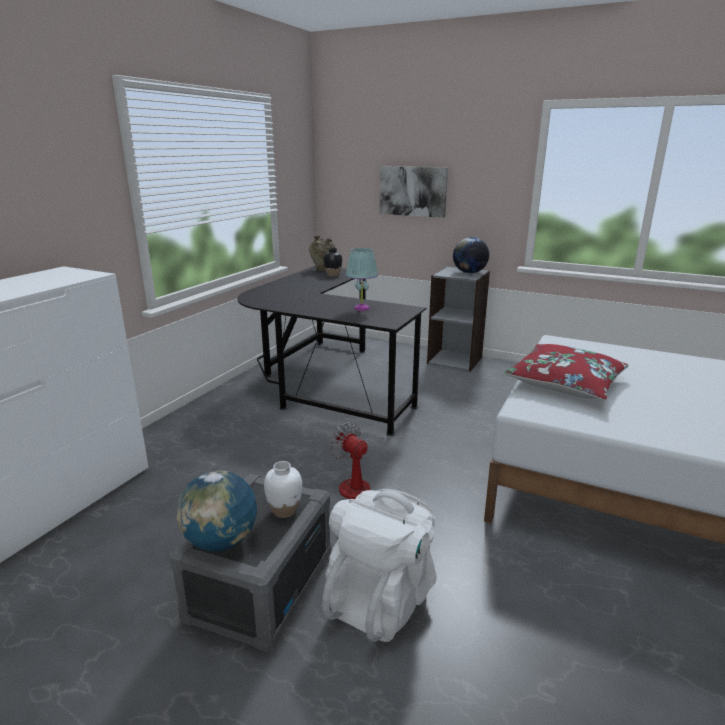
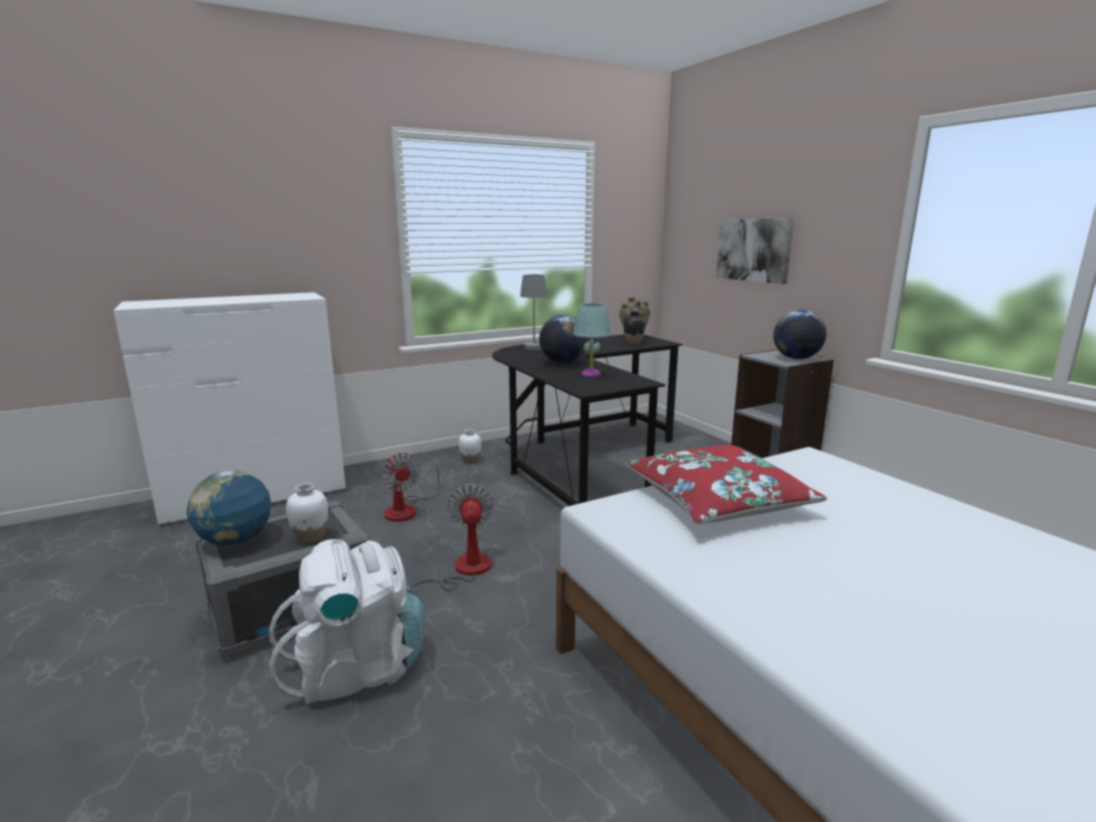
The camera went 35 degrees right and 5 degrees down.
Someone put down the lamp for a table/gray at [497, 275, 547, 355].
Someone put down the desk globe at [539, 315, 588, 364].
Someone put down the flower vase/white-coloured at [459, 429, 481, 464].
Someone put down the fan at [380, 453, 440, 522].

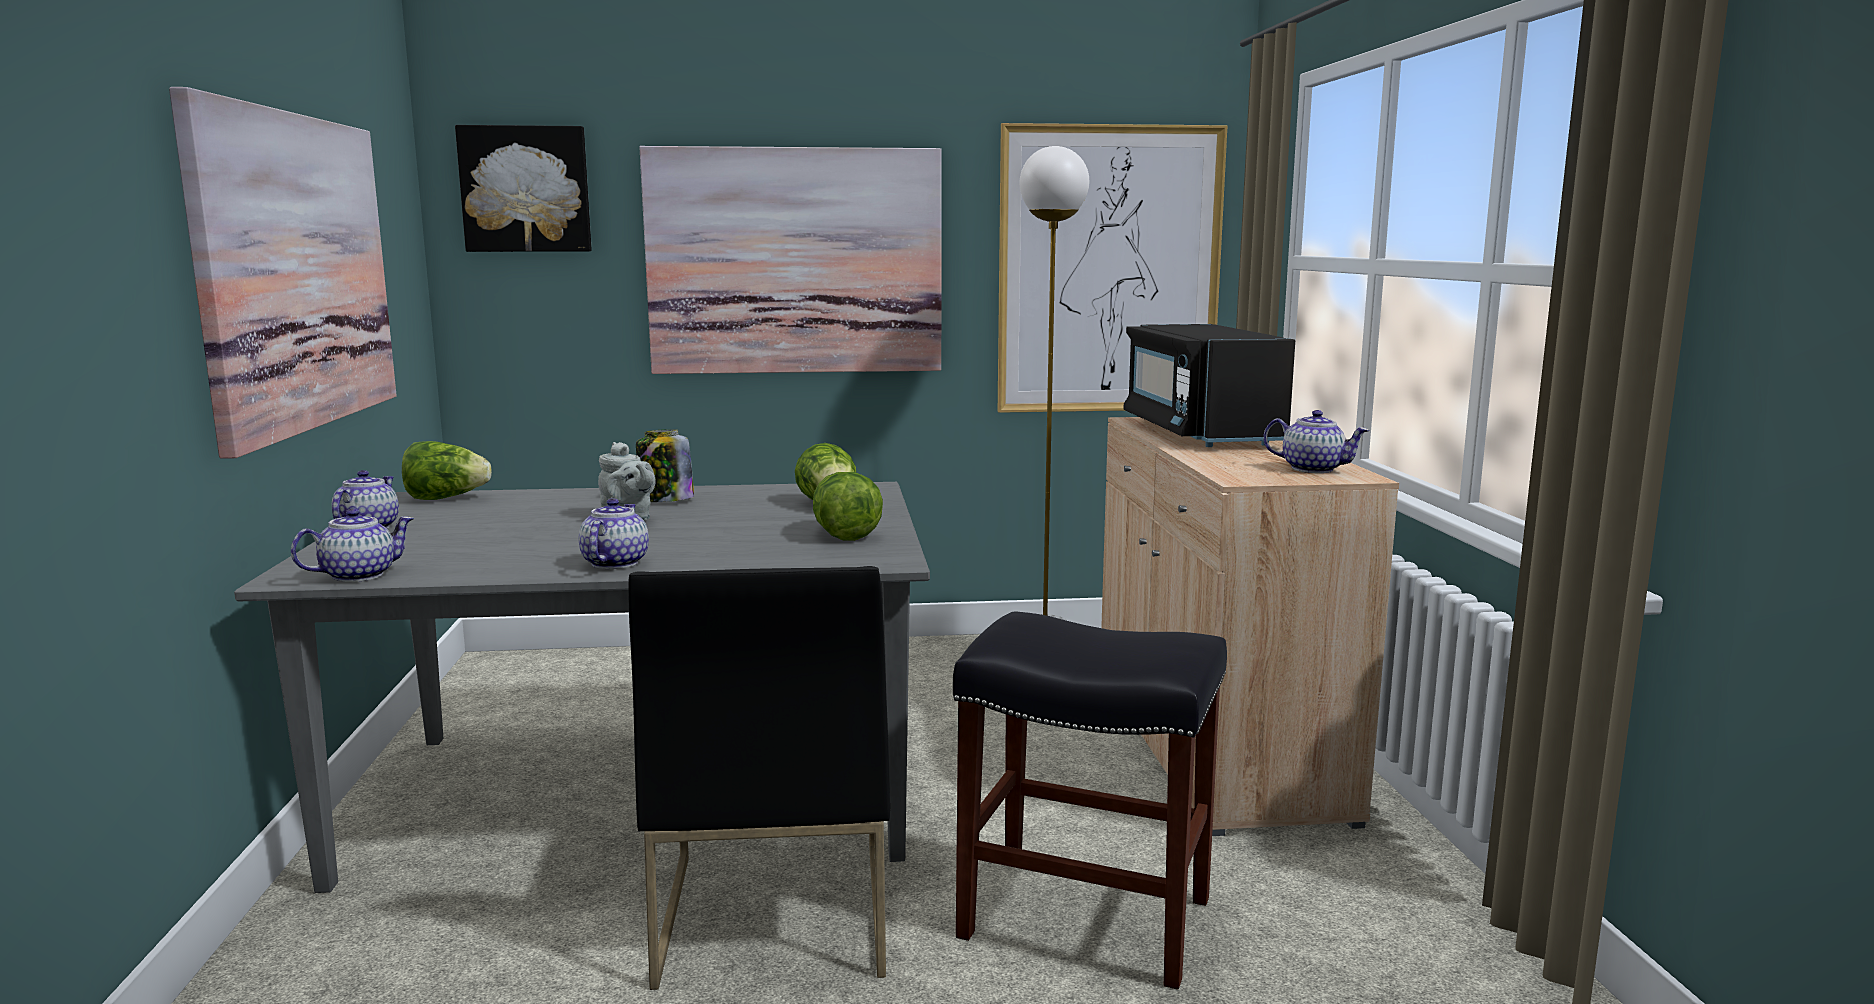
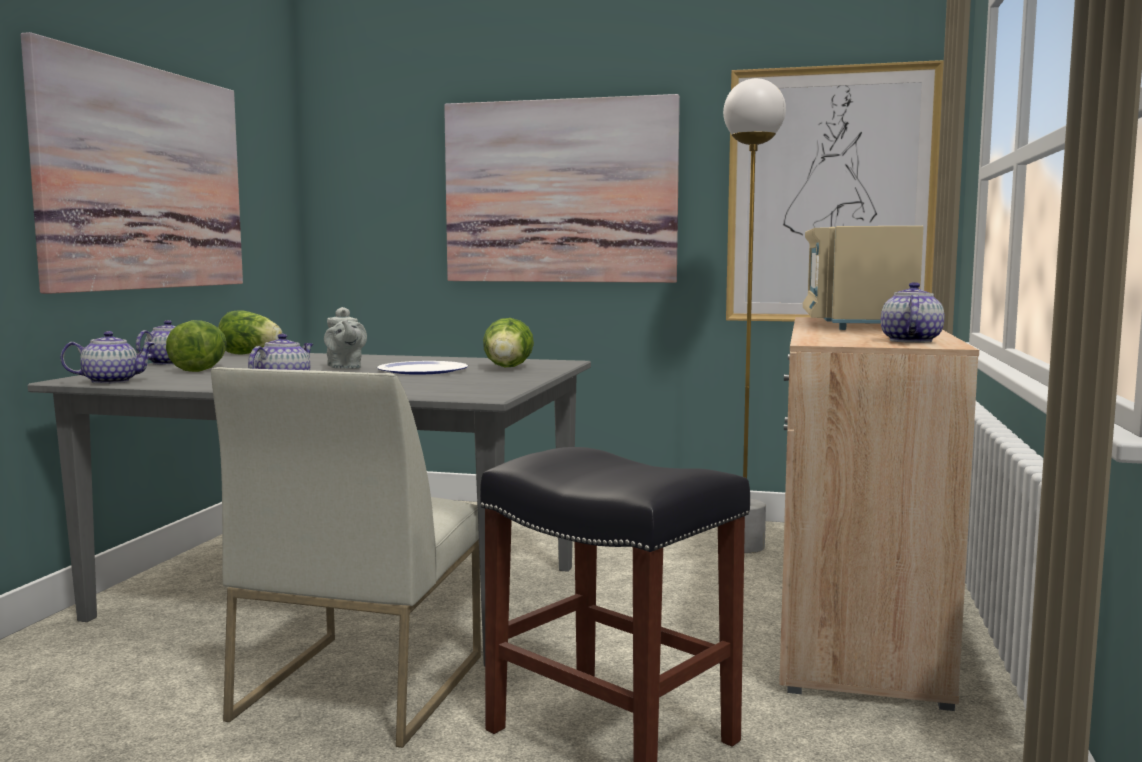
The camera went 20 degrees right and 5 degrees down.
Someone took away the wall picture at [455, 125, 592, 252].
Someone repainted the microwave/blackish at [1124, 324, 1295, 447], which became the microwave/beige at [803, 226, 923, 330].
Someone rotated the tea pot at [1263, 410, 1369, 473] by 120 degrees counterclockwise.
Someone took away the jar at [636, 429, 694, 502].
Someone carried the lettuce from [813, 472, 883, 541] to [166, 320, 227, 372].
Someone repainted the chair/blackish at [628, 566, 890, 990], which became the chair/white-coloured at [211, 367, 481, 748].
Someone put down the flat dish at [377, 361, 468, 375].

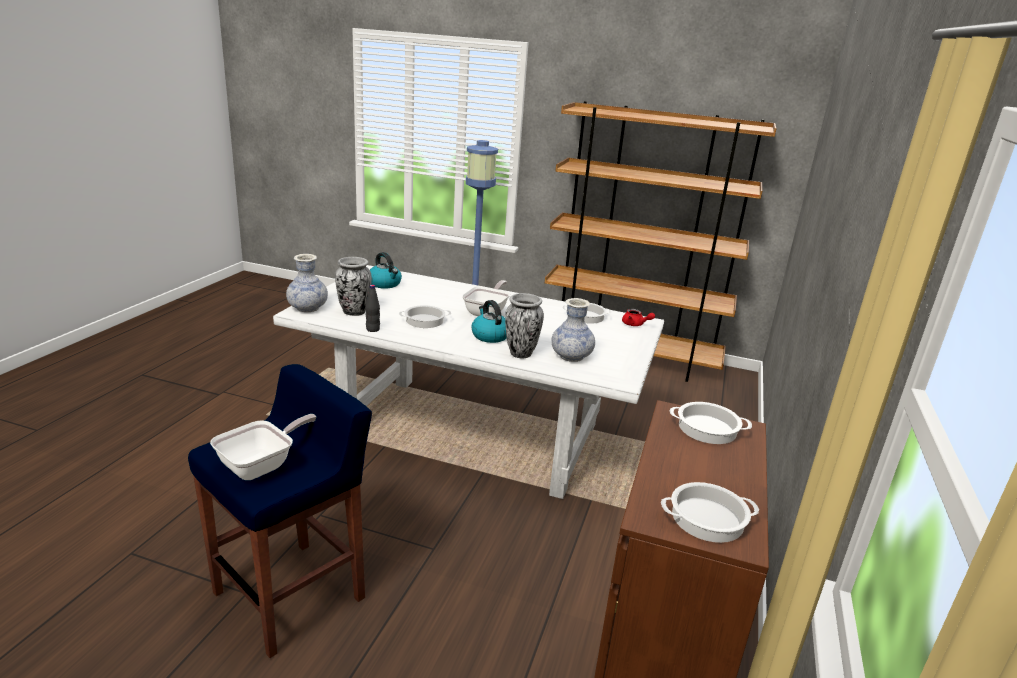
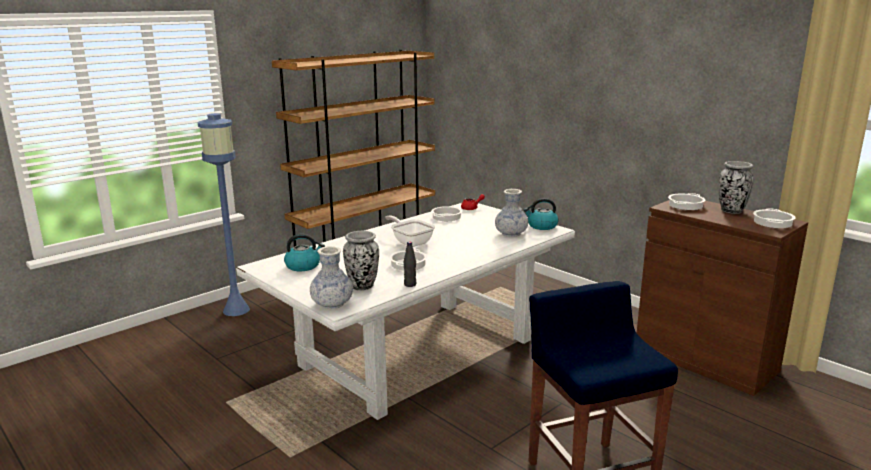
The camera went 60 degrees left and 5 degrees down.
Someone carried the flower vase from [505, 293, 544, 358] to [719, 161, 754, 214].
Someone carried the water kettle from [472, 300, 507, 343] to [524, 198, 559, 230].
Someone took away the pan at [210, 414, 316, 480].

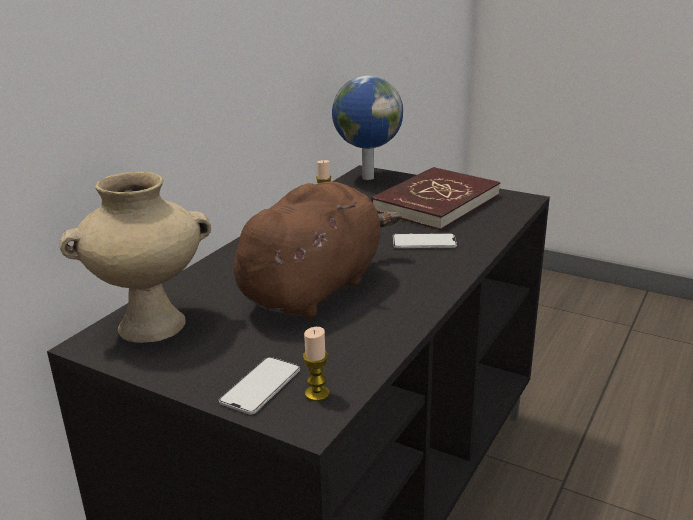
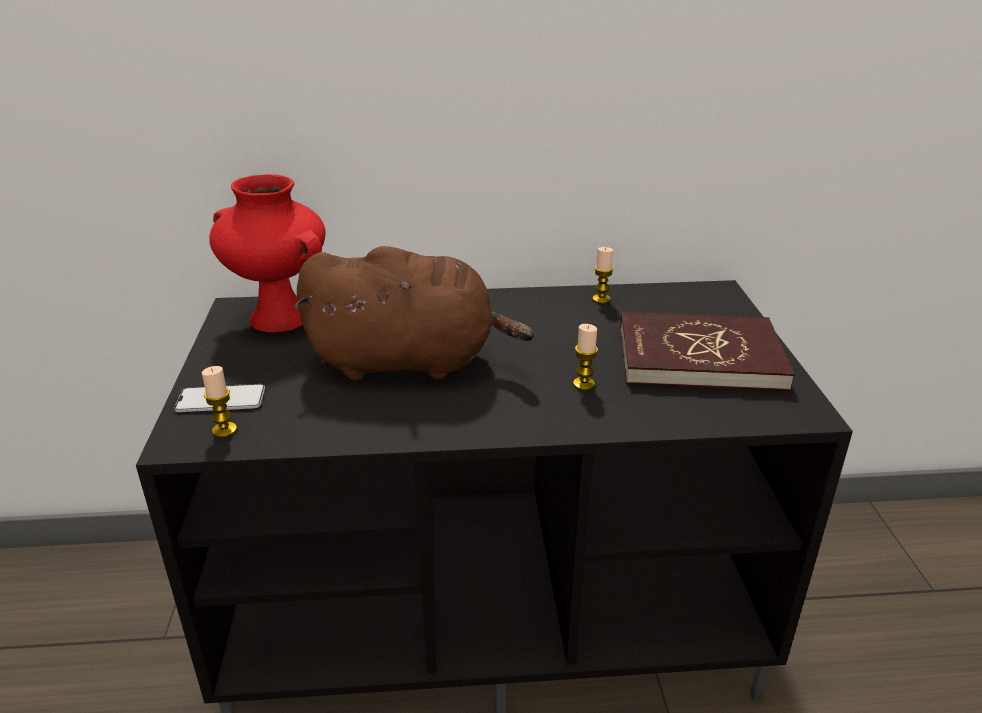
The camera went 55 degrees right and 5 degrees up.
Someone took away the desk globe at [332, 76, 403, 180].
Someone repainted the flower vase/beige at [59, 172, 211, 343], which became the flower vase/red at [209, 174, 325, 333].
Someone swapped the phone at [393, 233, 457, 248] for the wax candle at [573, 324, 598, 390].

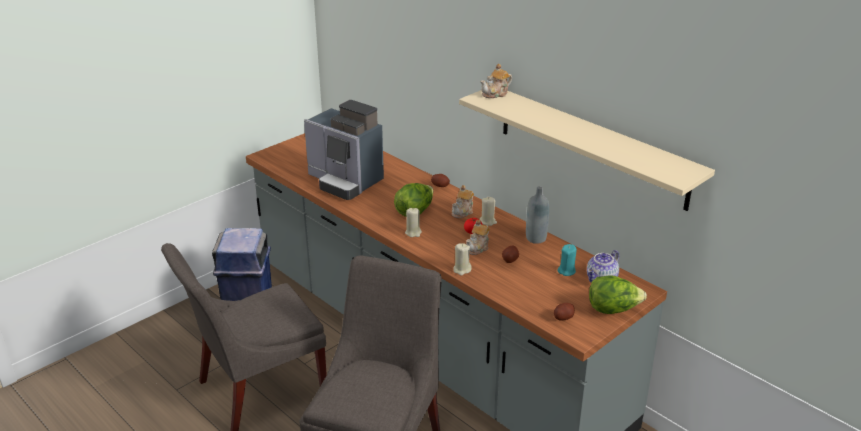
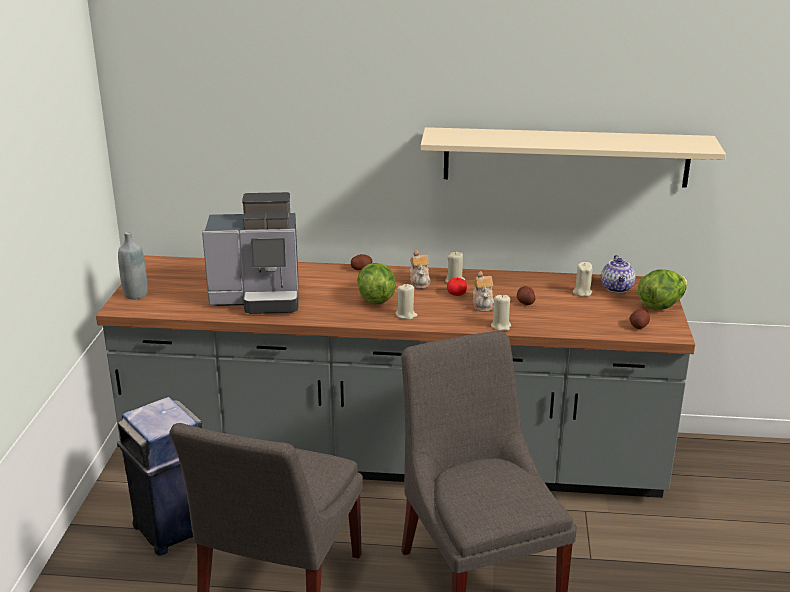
The camera went 40 degrees left and 5 degrees down.
Someone took away the tea pot at [480, 64, 512, 98].
Someone carried the beverage bottle/gray from [526, 186, 549, 244] to [118, 232, 148, 300].
Someone repainted the wax candle/turquoise at [557, 244, 577, 276], which became the wax candle/beige at [573, 262, 593, 297].

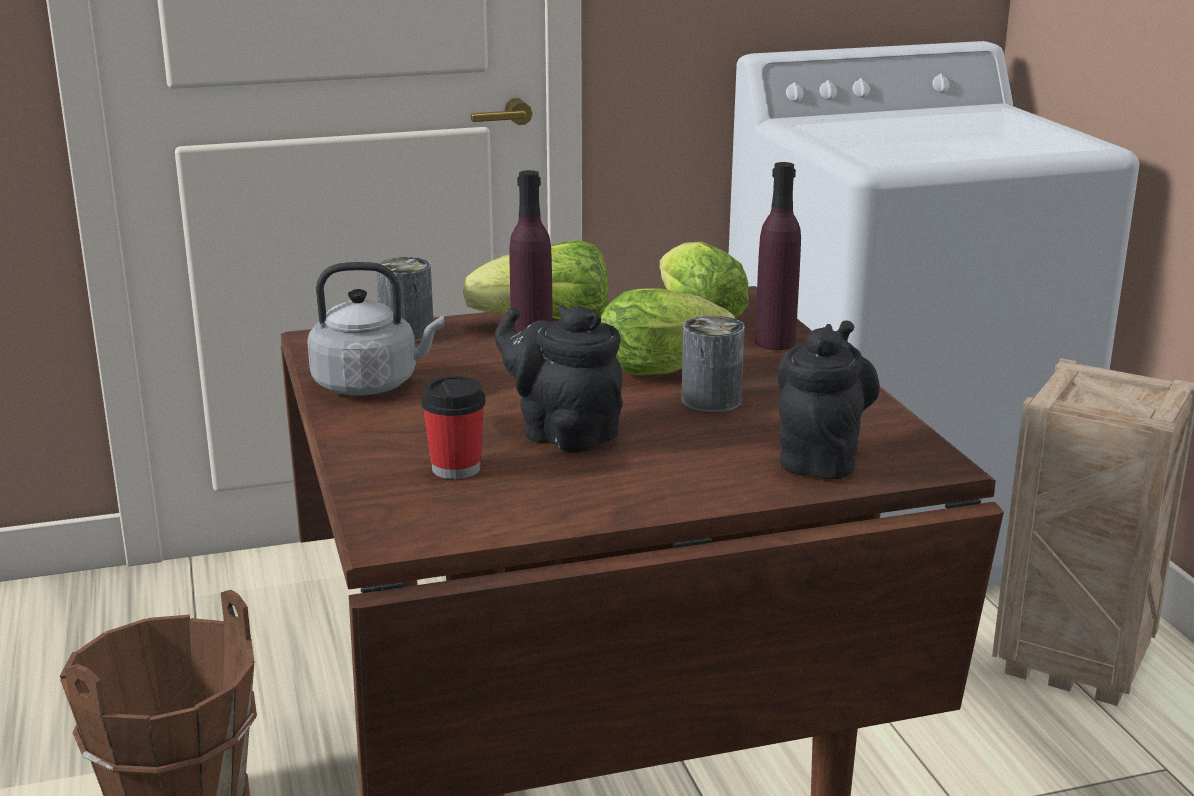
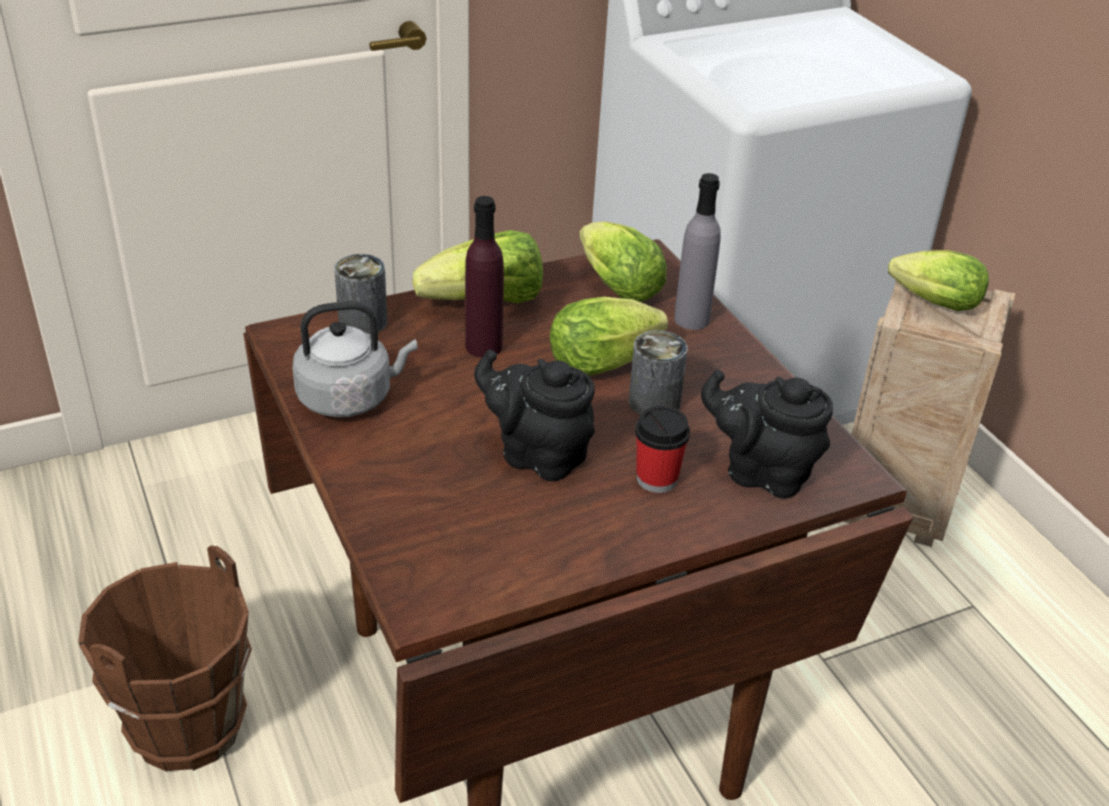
The camera went 10 degrees left and 15 degrees up.
Someone repainted the beverage bottle/purple at [755, 162, 801, 350], which became the beverage bottle/gray at [674, 173, 721, 330].
Someone rotated the tea pot/blackish at [777, 320, 879, 479] by 75 degrees counterclockwise.
Someone carried the drinking cup from [421, 376, 486, 479] to [635, 406, 690, 493].
Someone put down the lettuce at [888, 250, 989, 311].

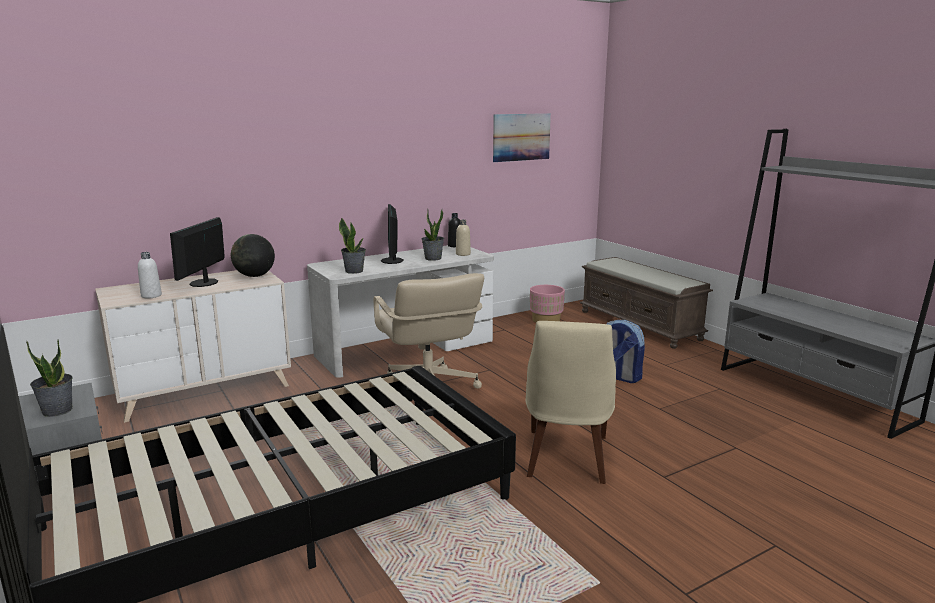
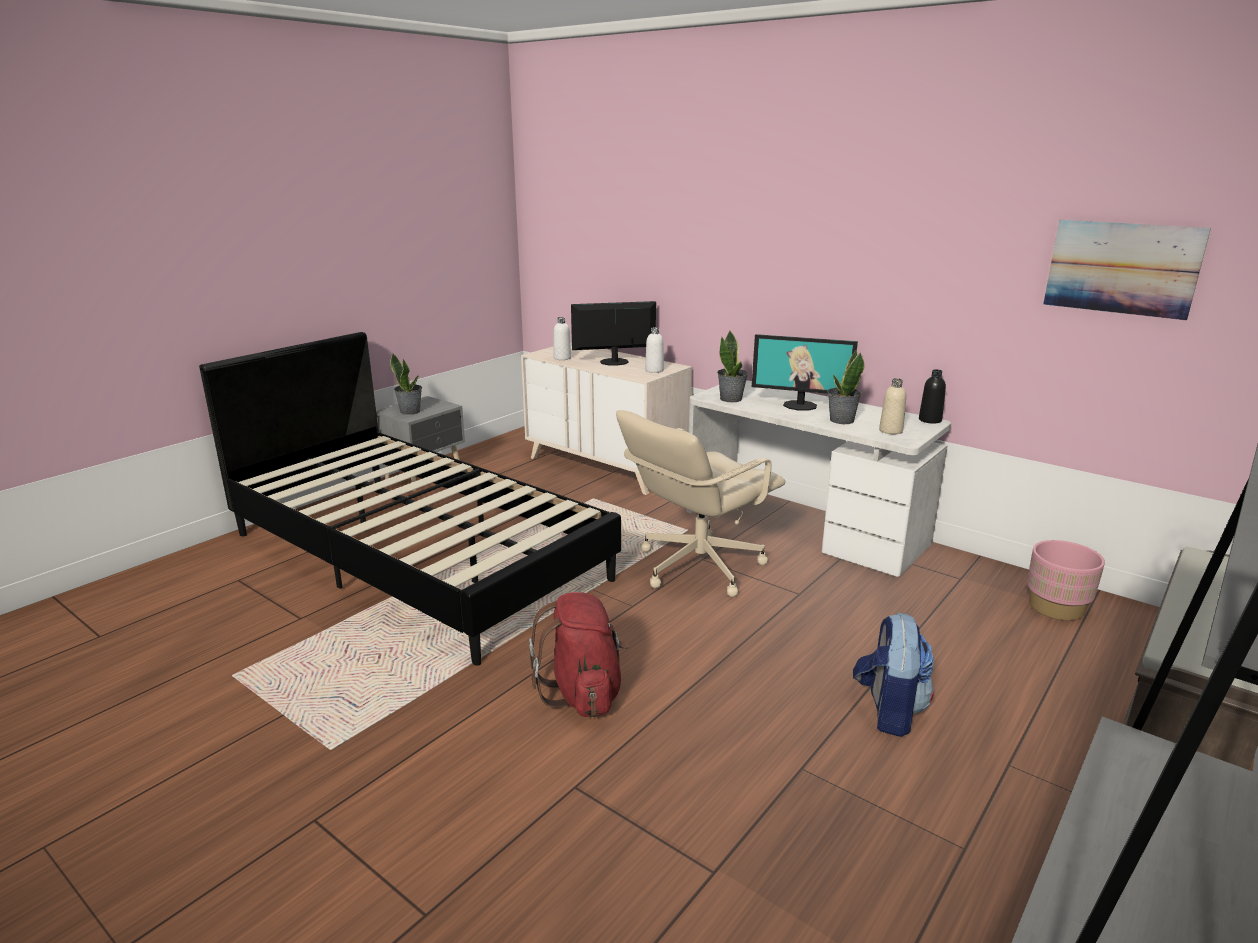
The camera went 70 degrees right and 5 degrees up.
Someone rotated the computer screen at [381, 204, 404, 264] by 135 degrees counterclockwise.
Someone swapped the desk globe at [231, 234, 275, 277] for the beverage bottle/white-coloured at [645, 327, 664, 373].
Someone swapped the chair/beige at [525, 321, 616, 484] for the knapsack/red at [529, 592, 628, 717].

